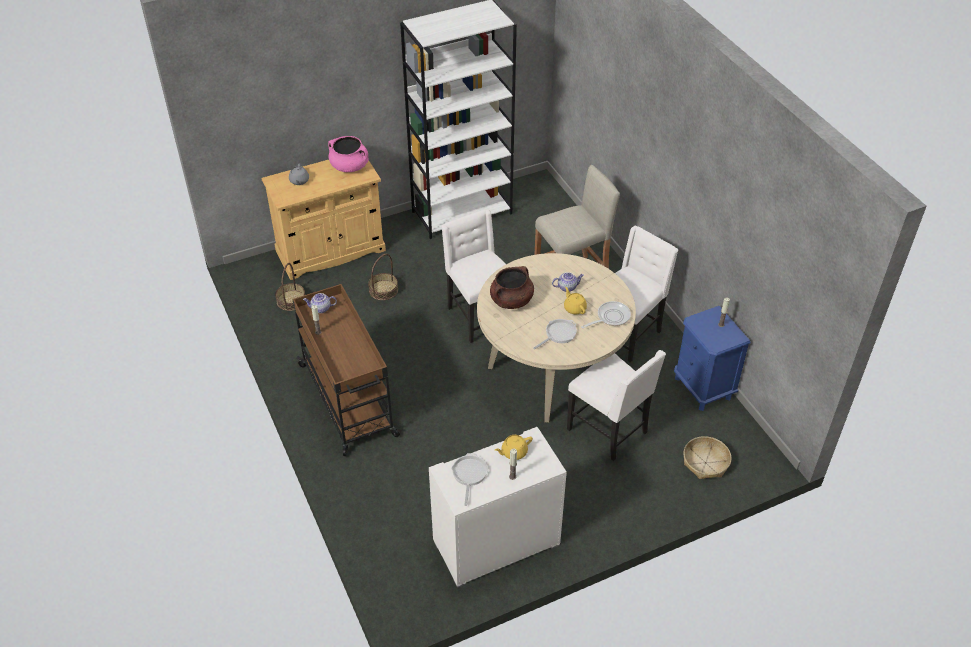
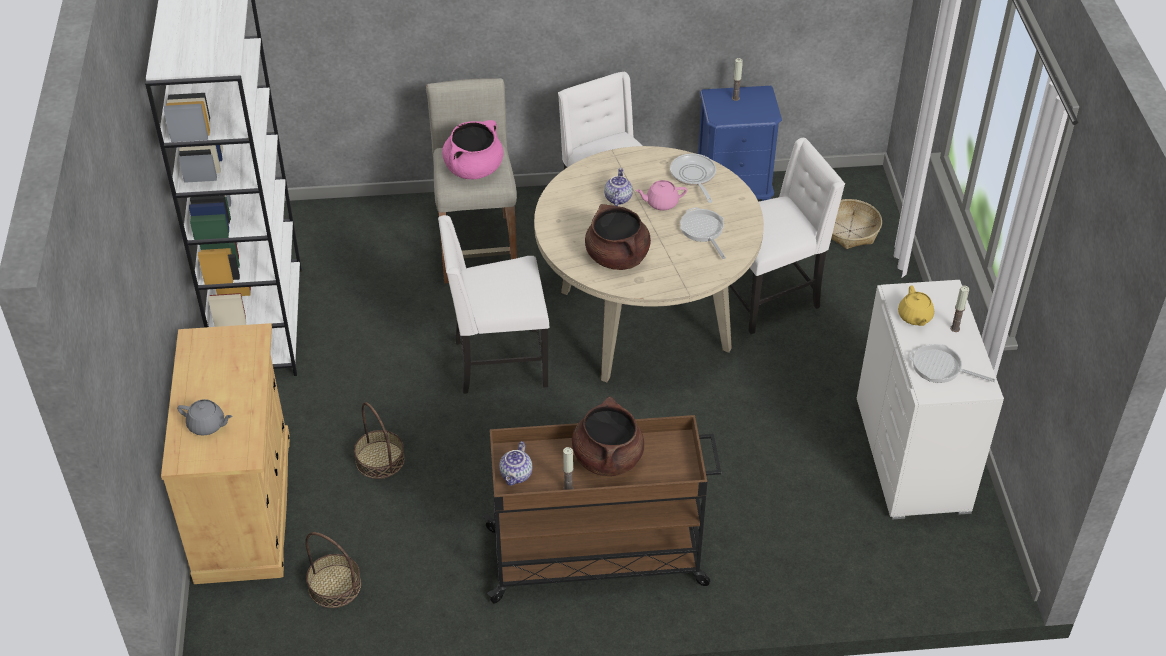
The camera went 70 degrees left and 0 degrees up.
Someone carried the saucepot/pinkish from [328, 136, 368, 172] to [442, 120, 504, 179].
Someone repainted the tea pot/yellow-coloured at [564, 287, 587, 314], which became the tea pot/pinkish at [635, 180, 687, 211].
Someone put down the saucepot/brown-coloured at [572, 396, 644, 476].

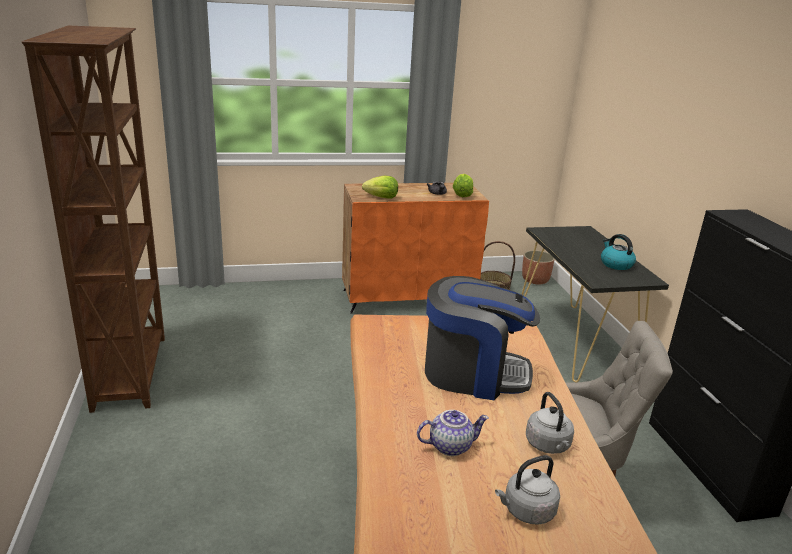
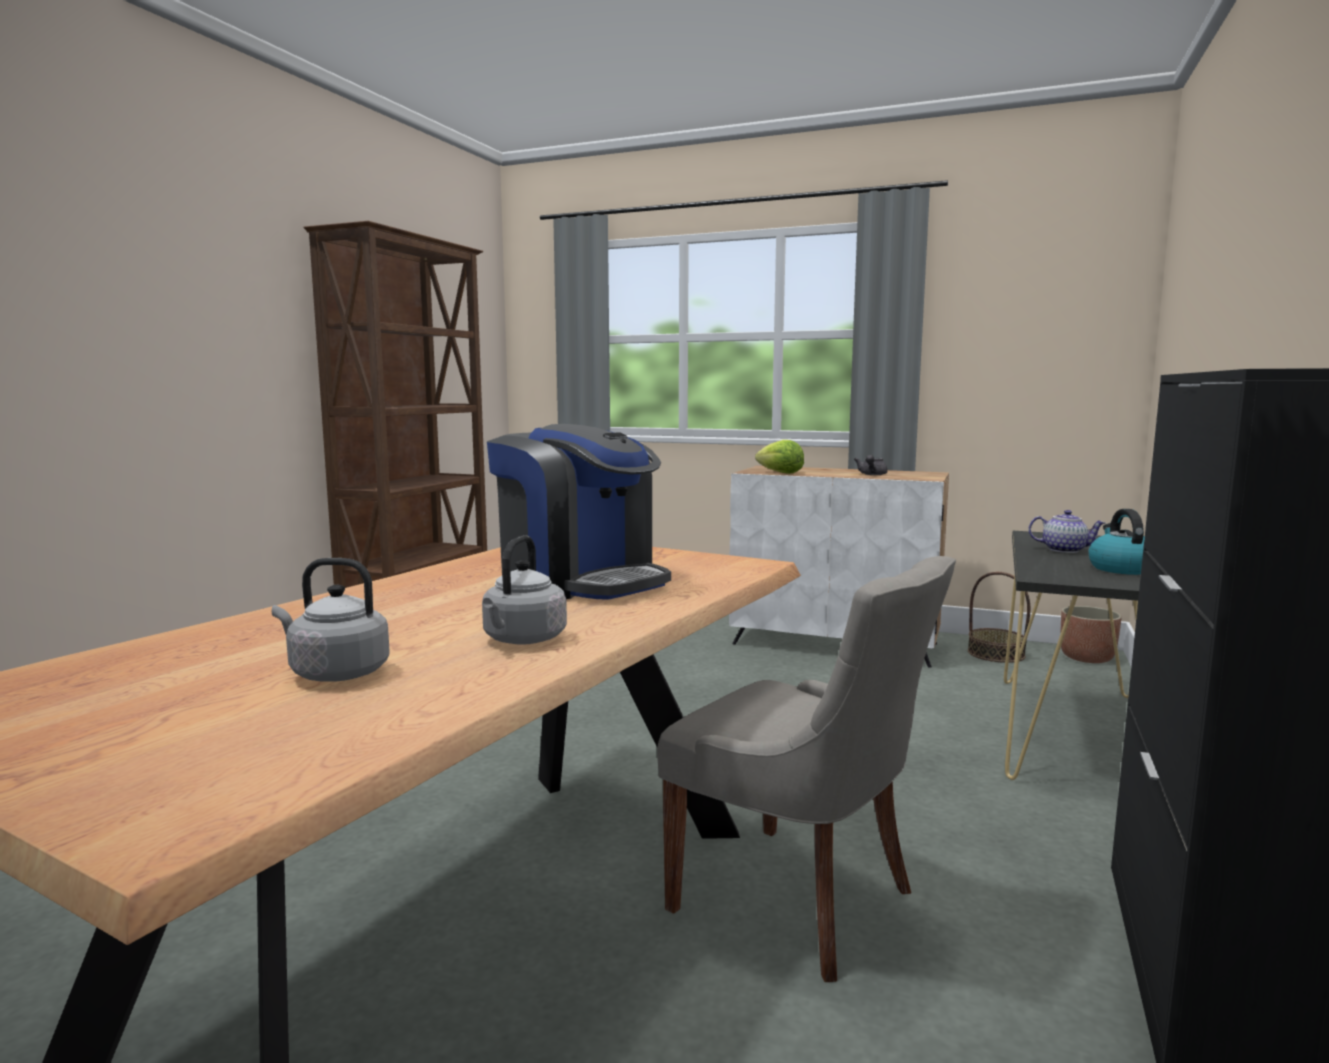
The camera went 35 degrees right and 15 degrees down.
Someone took away the lettuce at [453, 174, 473, 197].
Someone repainted the storage cabinet/orange at [342, 183, 489, 314], which became the storage cabinet/white-coloured at [729, 466, 949, 668].
Someone carried the tea pot from [417, 410, 489, 456] to [1028, 510, 1105, 553].

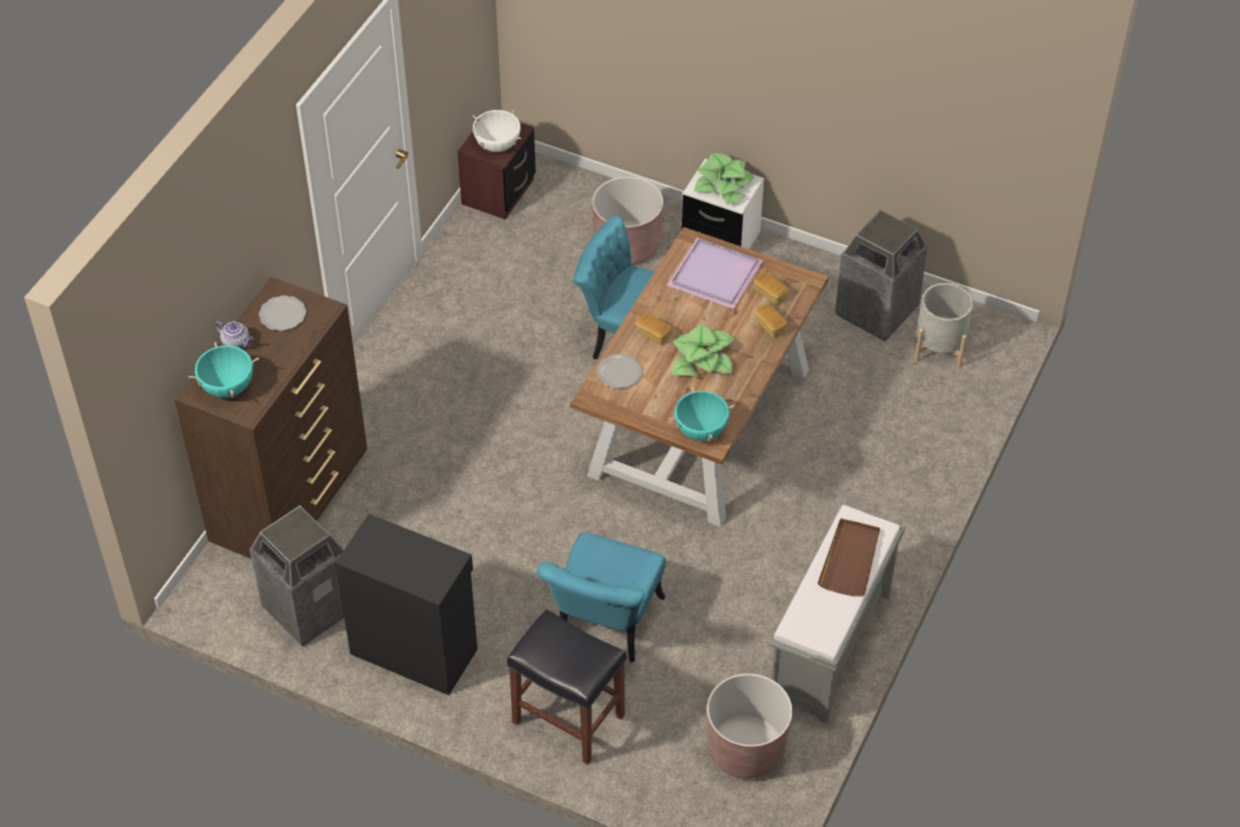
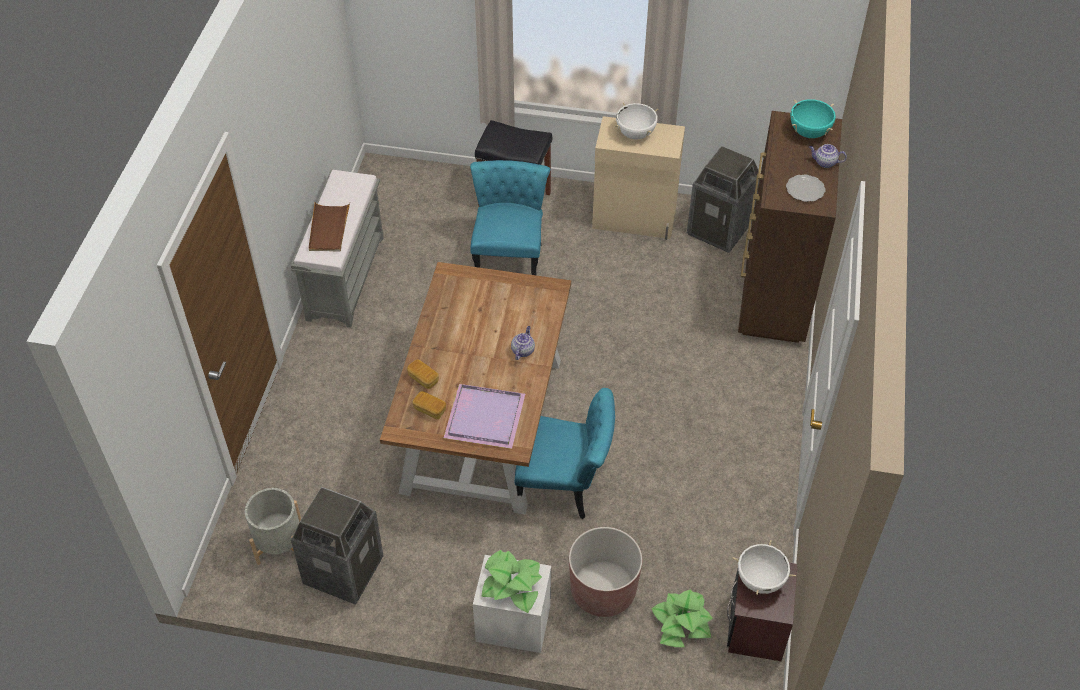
The camera went 165 degrees right and 0 degrees up.
Someone swapped the bakery bread at [636, 313, 672, 345] for the tea pot at [511, 326, 535, 360].
Someone carried the potted plant from [672, 325, 735, 377] to [652, 590, 713, 647].
Someone took away the flat dish at [597, 354, 642, 389].
Someone took away the saucepot/turquoise at [669, 387, 735, 441].
Someone repainted the storage cabinet/blackish at [335, 514, 478, 695], which became the storage cabinet/beige at [592, 116, 685, 240].
Someone took away the planter/brown-coloured at [707, 673, 793, 779].
Someone put down the saucepot/white-coloured at [615, 103, 659, 139].

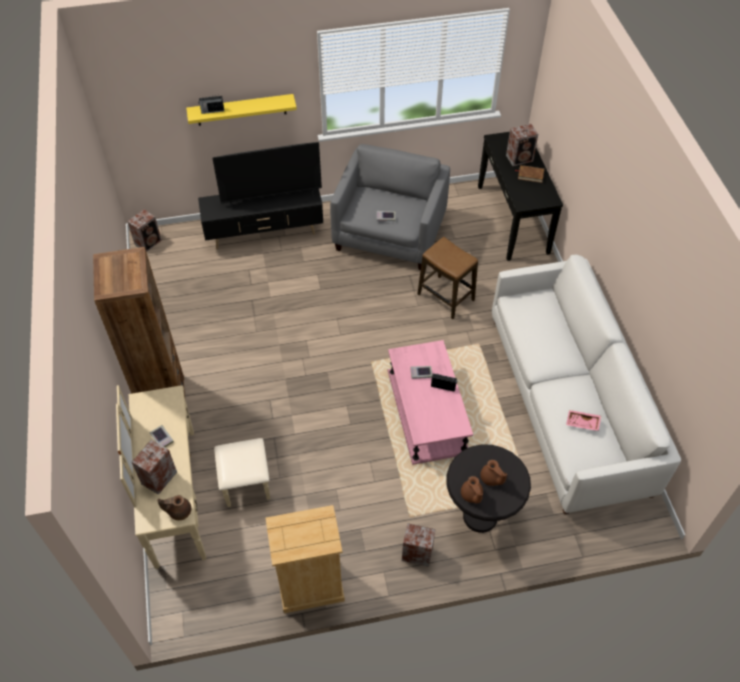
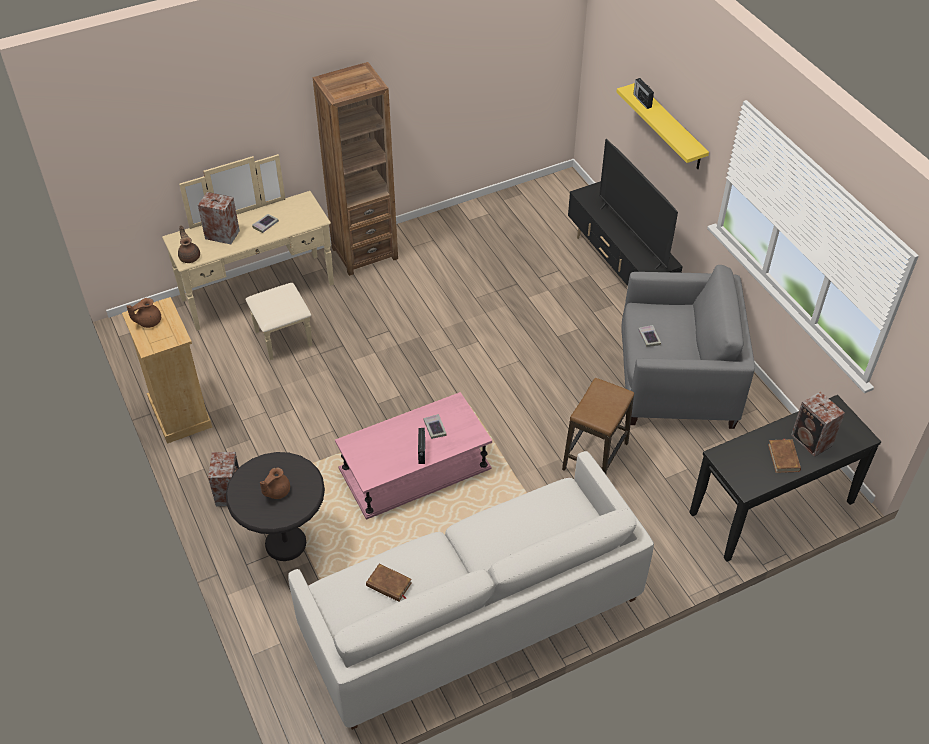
The camera went 75 degrees right and 5 degrees down.
Someone took away the speaker at [127, 209, 162, 252].
Someone swapped the tray/pinkish at [566, 410, 601, 431] for the book/brown-coloured at [366, 564, 412, 602].
Someone carried the tea pot/brown-coloured from [461, 476, 483, 503] to [127, 298, 161, 328].

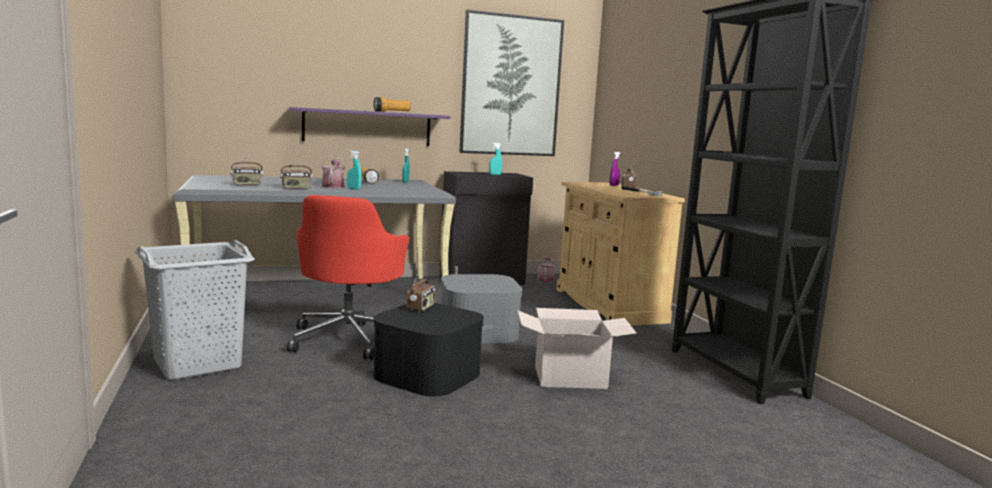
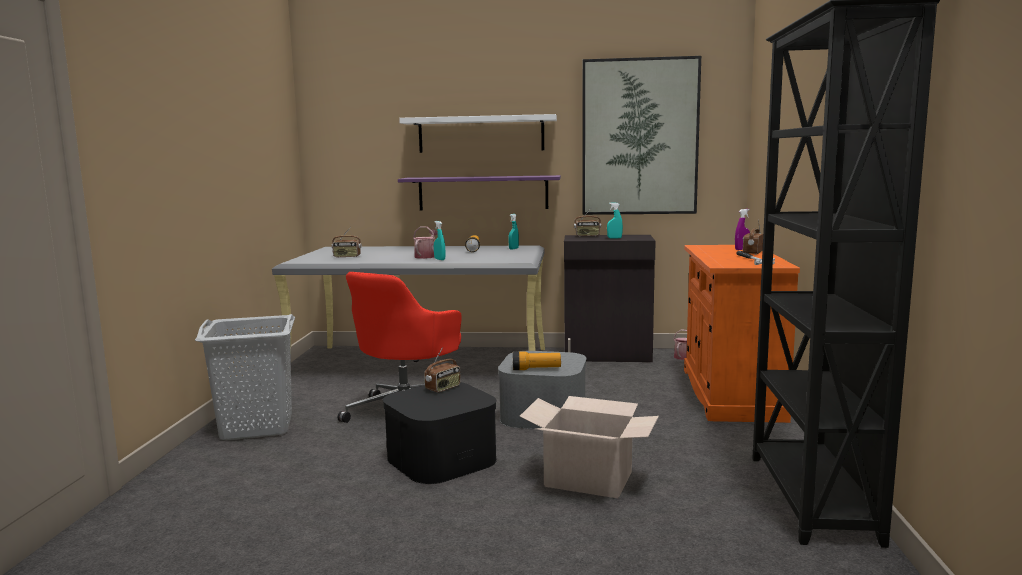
The camera went 25 degrees right and 0 degrees up.
Someone carried the torch from [374, 97, 411, 112] to [512, 351, 561, 370].
Someone carried the radio set from [280, 156, 313, 189] to [574, 211, 601, 237].
Someone repainted the storage cabinet/beige at [556, 182, 685, 326], which became the storage cabinet/orange at [684, 245, 800, 423].
Someone put up the wall shelf/white-coloured at [399, 114, 557, 153].

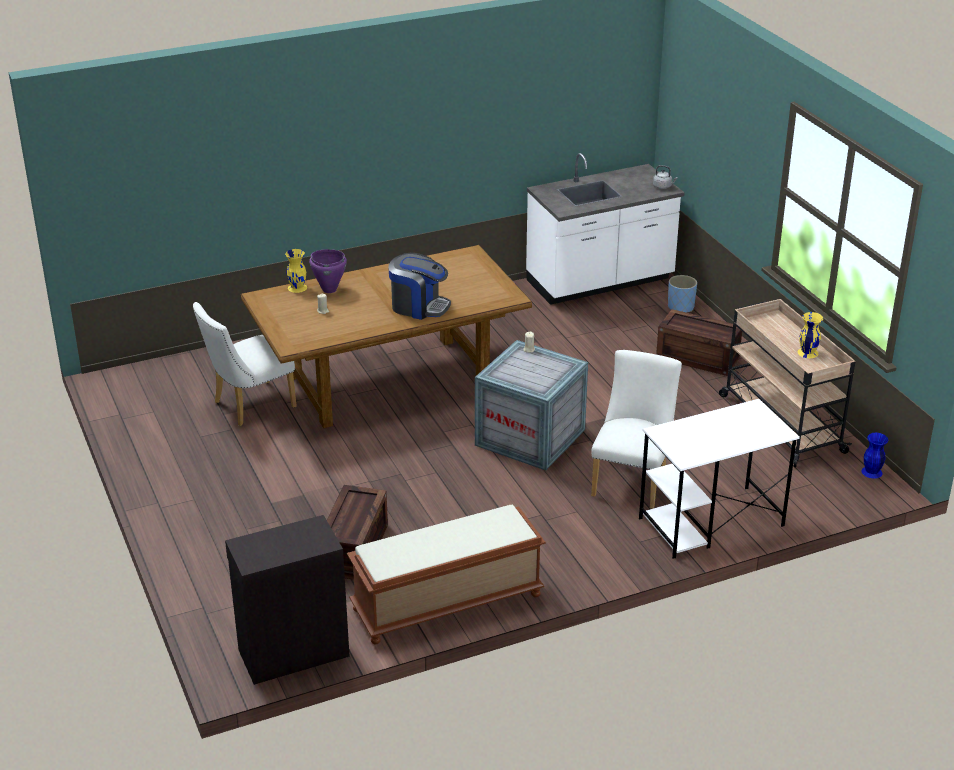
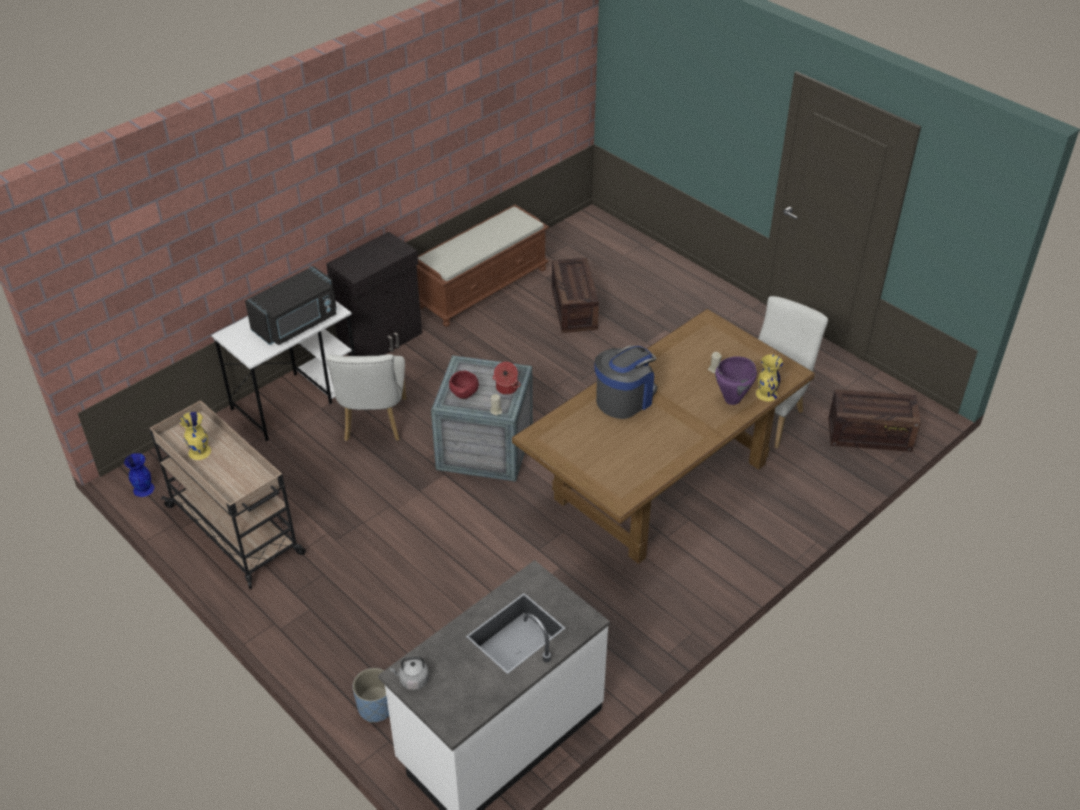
The camera went 160 degrees right and 10 degrees up.
Someone rotated the coffee maker at [389, 253, 451, 320] by 135 degrees clockwise.
Someone carried the packing crate from [656, 309, 742, 376] to [828, 389, 921, 452].
Someone carried the storage cabinet/blackish from [225, 515, 350, 685] to [326, 232, 422, 356].
Someone put down the microwave/blackish at [245, 266, 337, 345].
Someone put down the saucepot at [493, 362, 521, 395].
Someone put down the serving bowl/red at [449, 371, 479, 399].

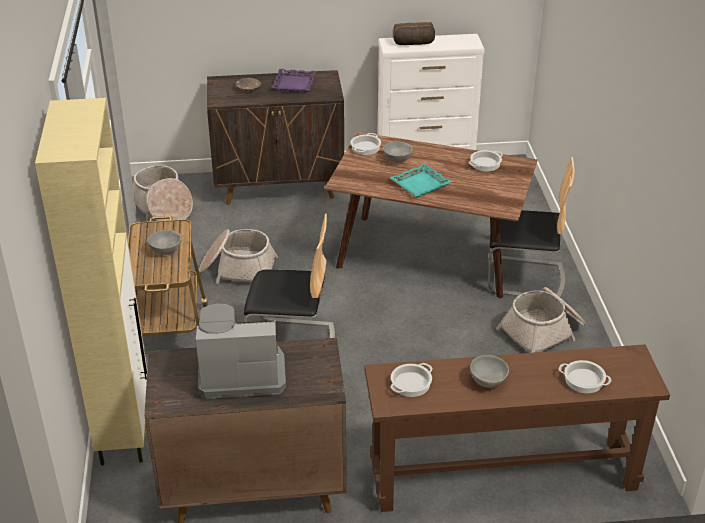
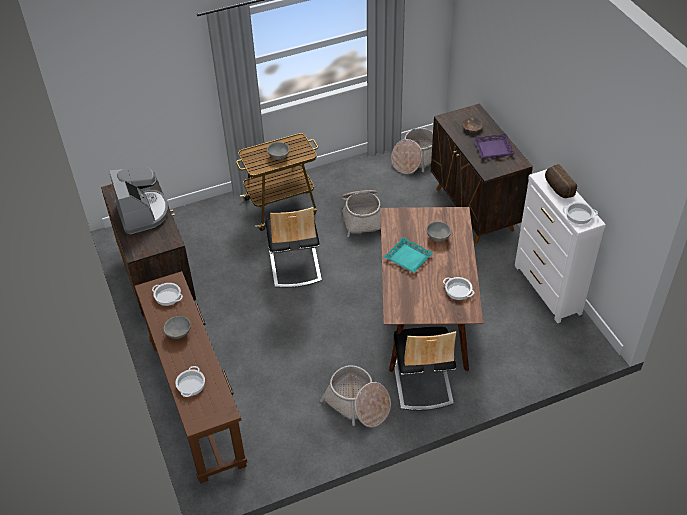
The camera went 75 degrees right and 10 degrees up.
Someone took away the storage cabinet/beige at [35, 98, 147, 465].
Someone carried the saucepot from [351, 133, 381, 155] to [562, 202, 598, 224].

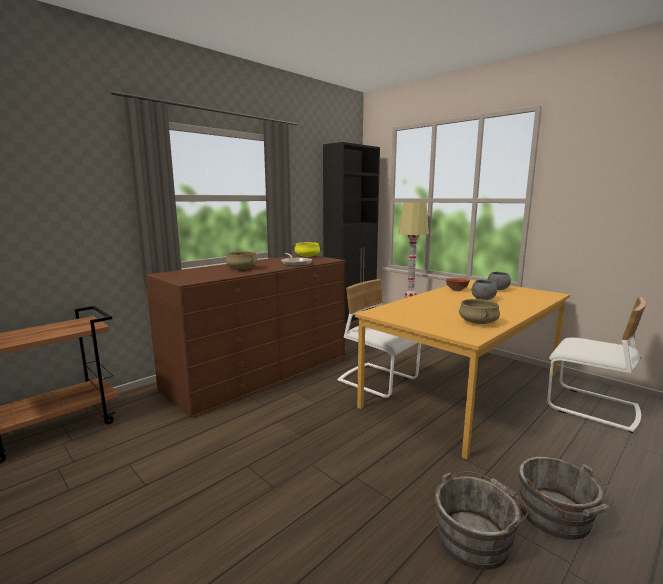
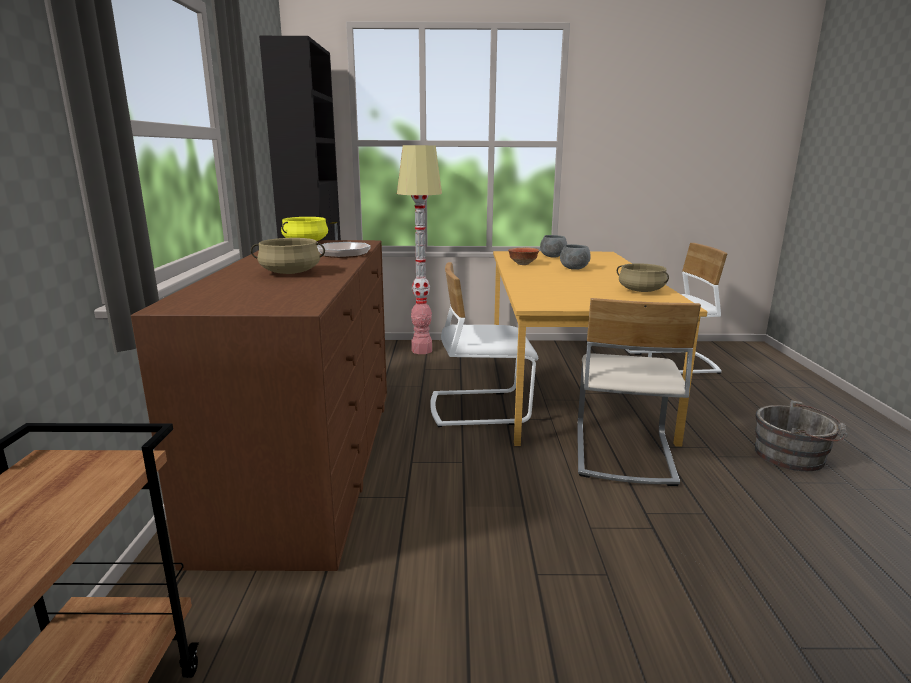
The camera went 45 degrees left and 5 degrees up.
Someone took away the pail/gray at [435, 471, 529, 570].
Someone put down the chair/beige at [577, 298, 701, 486].

